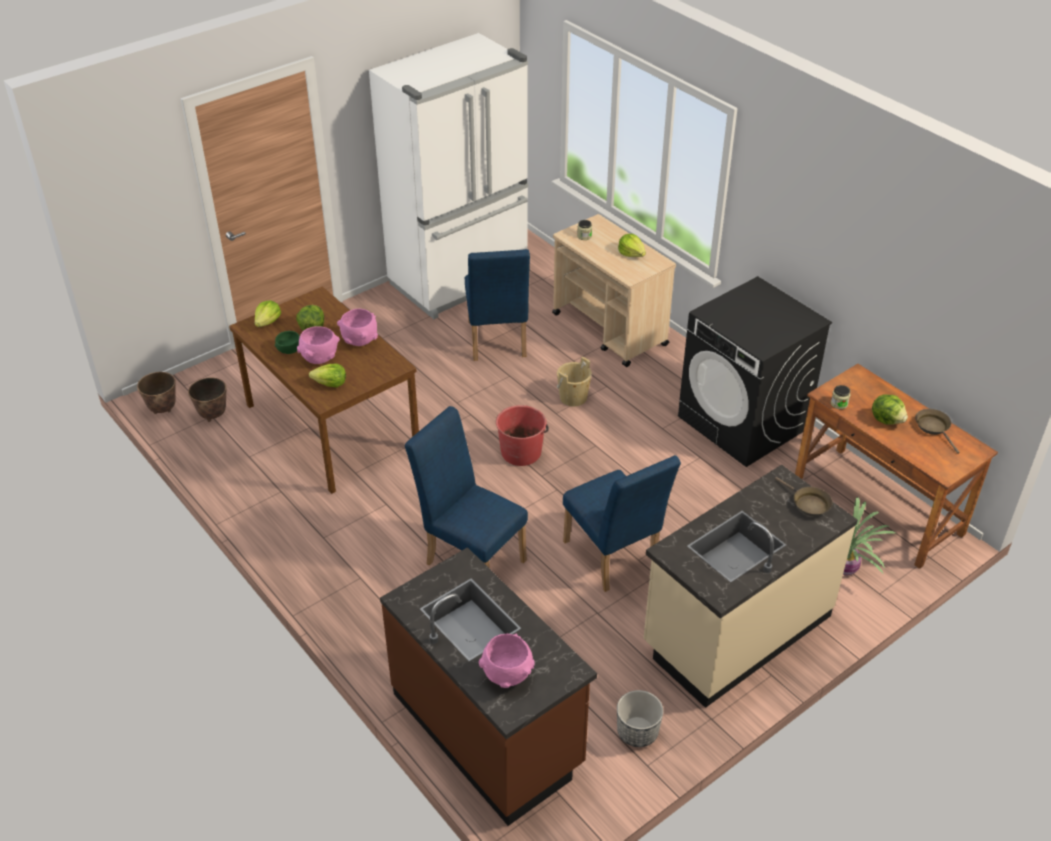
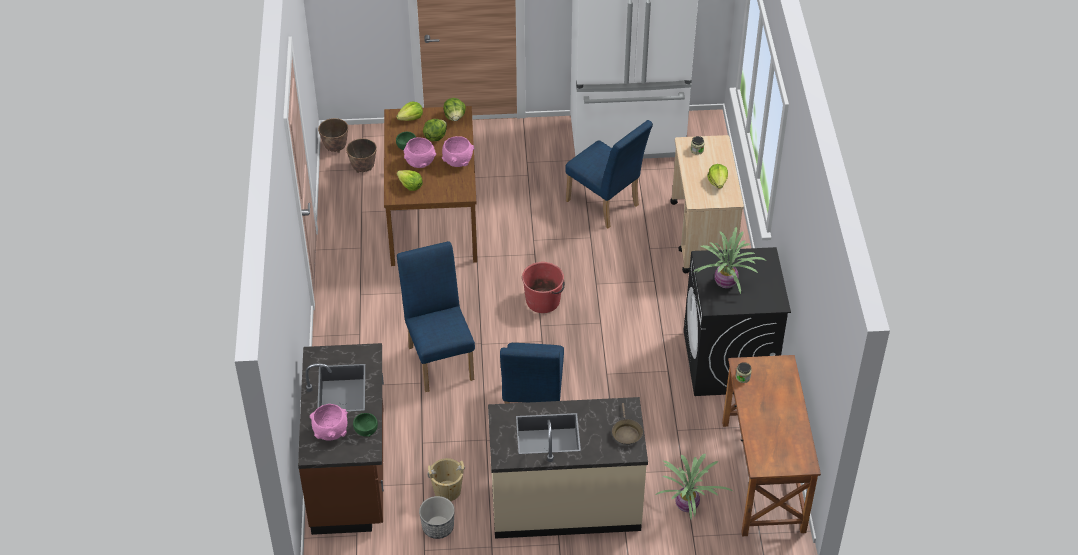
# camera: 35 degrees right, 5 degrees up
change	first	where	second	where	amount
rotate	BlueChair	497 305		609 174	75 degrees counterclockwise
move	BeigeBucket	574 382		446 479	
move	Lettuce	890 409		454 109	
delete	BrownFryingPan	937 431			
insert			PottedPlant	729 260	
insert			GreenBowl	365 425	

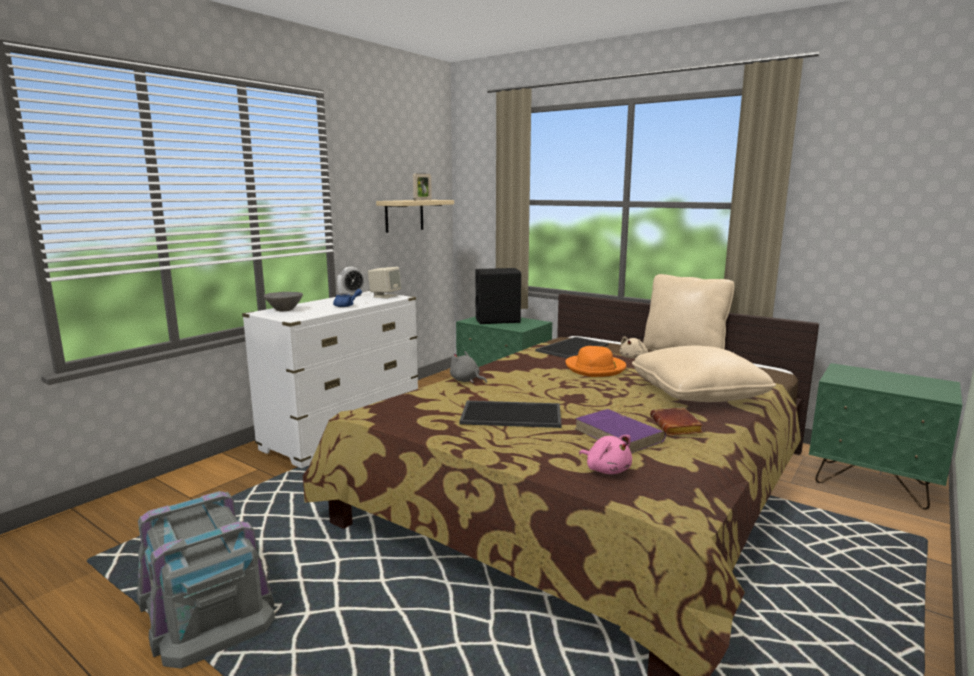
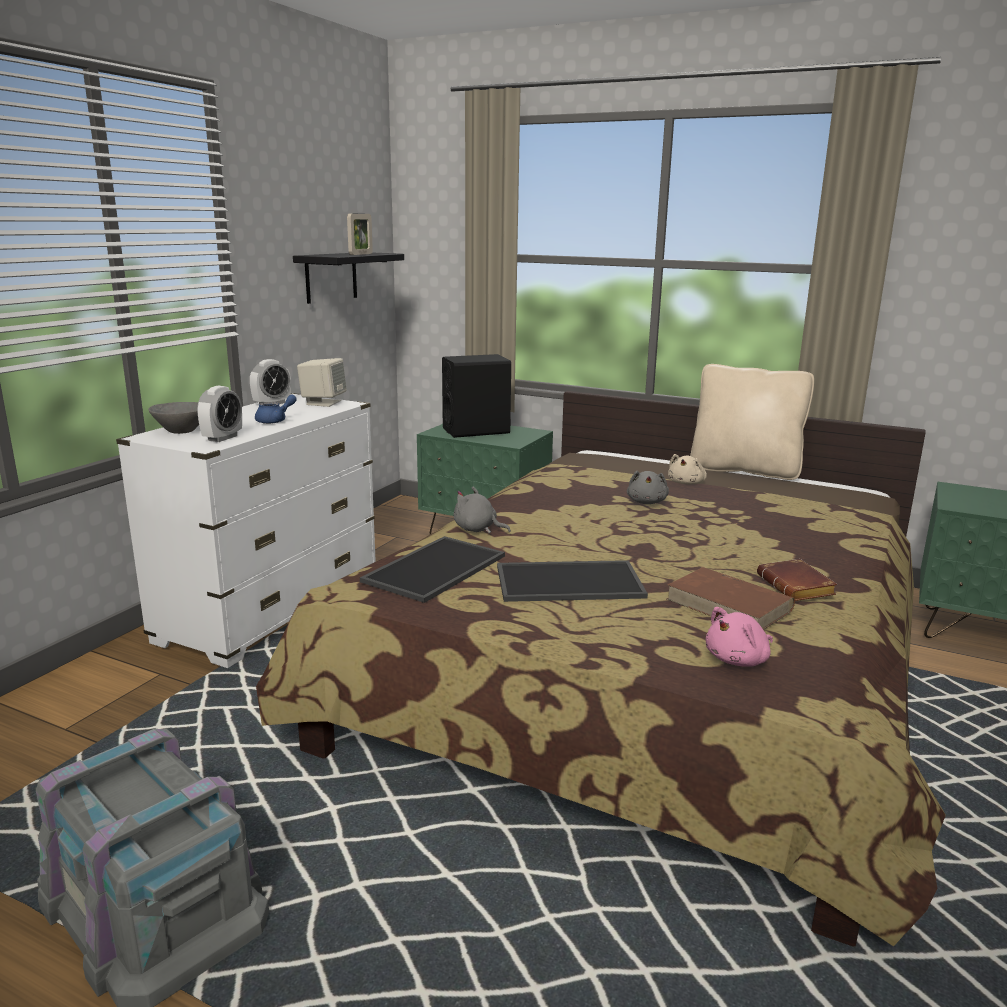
# camera: 10 degrees left, 5 degrees up
change	first	where	second	where	amount
recolor	BeigeShelf	415 216	BlackShelf	348 278	
move	Tray	572 348		432 569	
replace	OrangeHat	595 361	GreyPlushToy	648 487	
delete	BeigePillow	704 374			
recolor	PurpleBook	620 431	BrownBook	731 598	
rotate	PinkPlushToy	605 454		739 637	105 degrees clockwise
insert			AlarmClock	219 414	

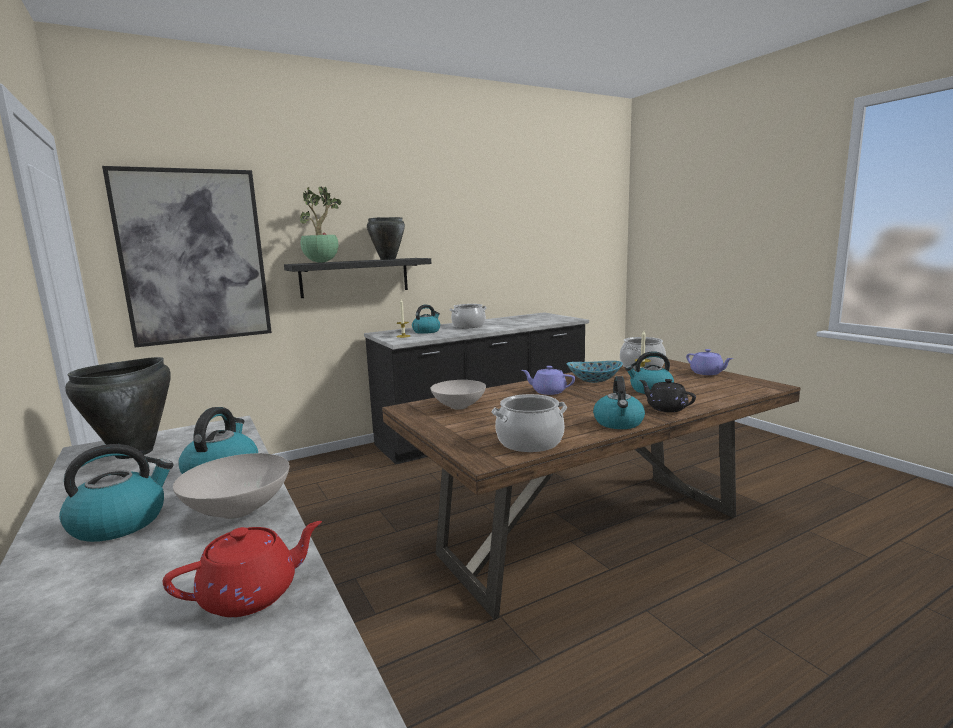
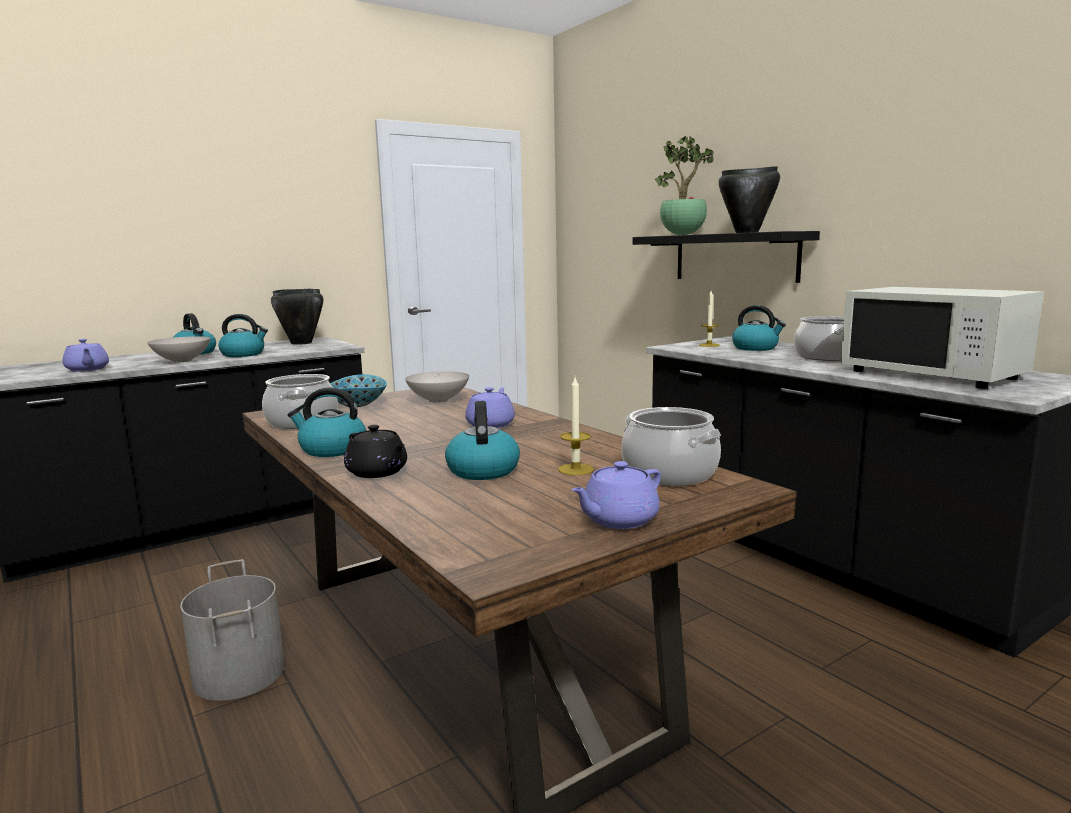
# camera: 85 degrees right, 0 degrees up
change	first	where	second	where	amount
delete	Picture	187 256			
move	Bowl	595 372		358 390	
rotate	BlackTeapot	668 395		375 451	90 degrees clockwise
recolor	RedTeapot	242 569	PurpleTeapot	86 355	
insert			WhiteMicrowave	942 338	
insert			GreyBucket	232 630	

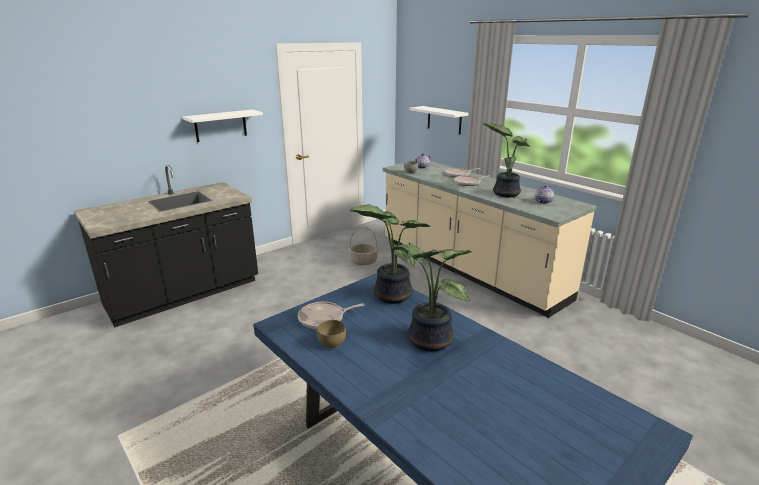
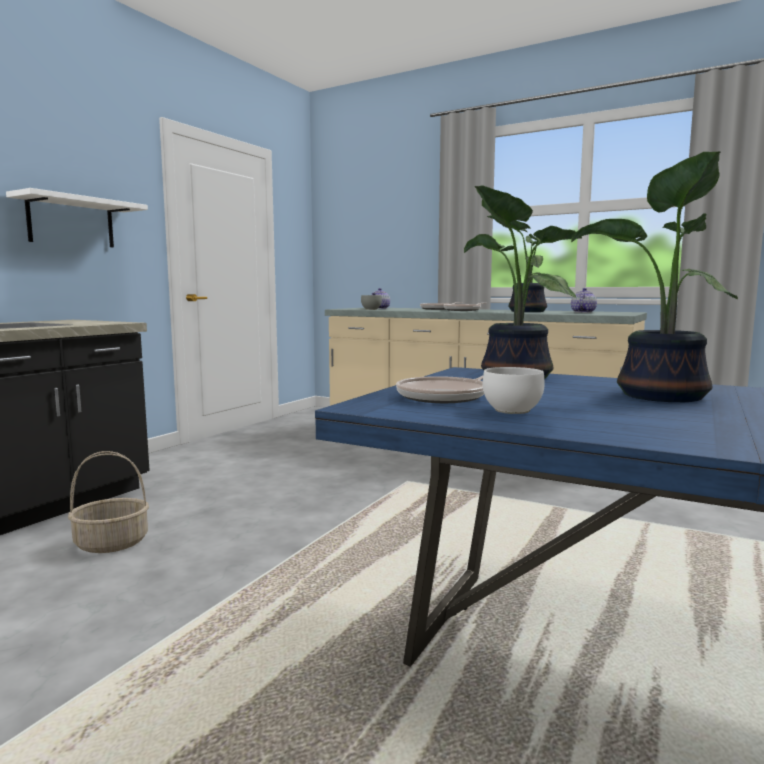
# camera: 20 degrees left, 15 degrees down
change	first	where	second	where	amount
delete	WhiteShelf	439 120			
move	Basket	363 246		108 502	
recolor	BrownBowl	331 334	WhiteBowl	514 390	

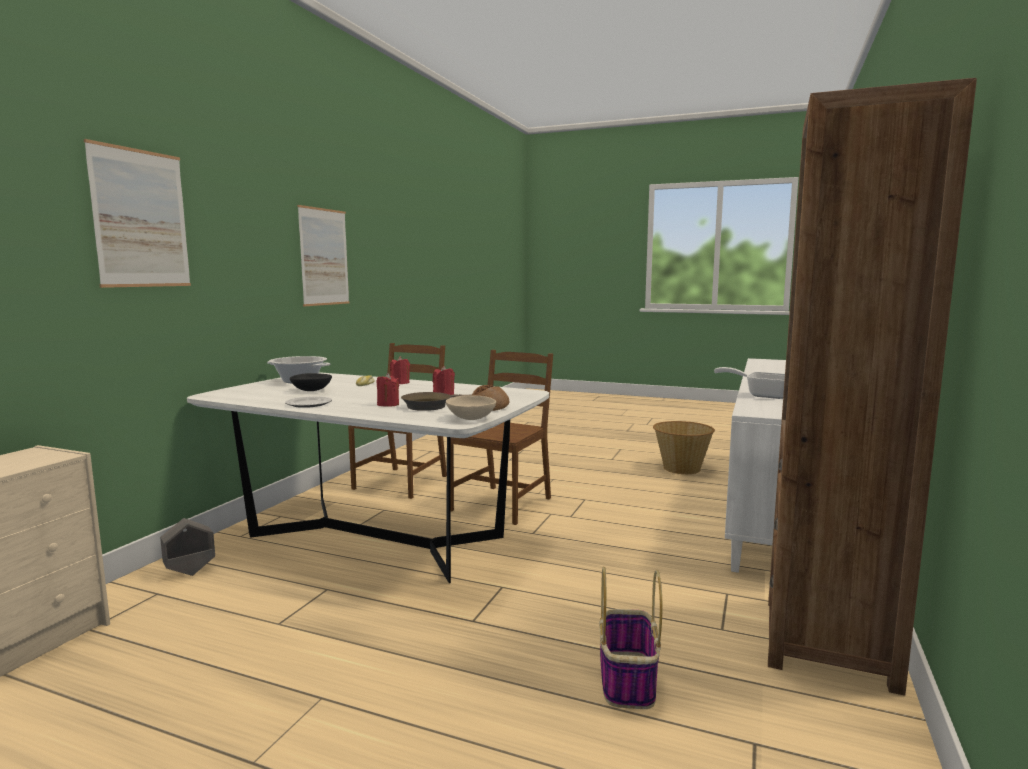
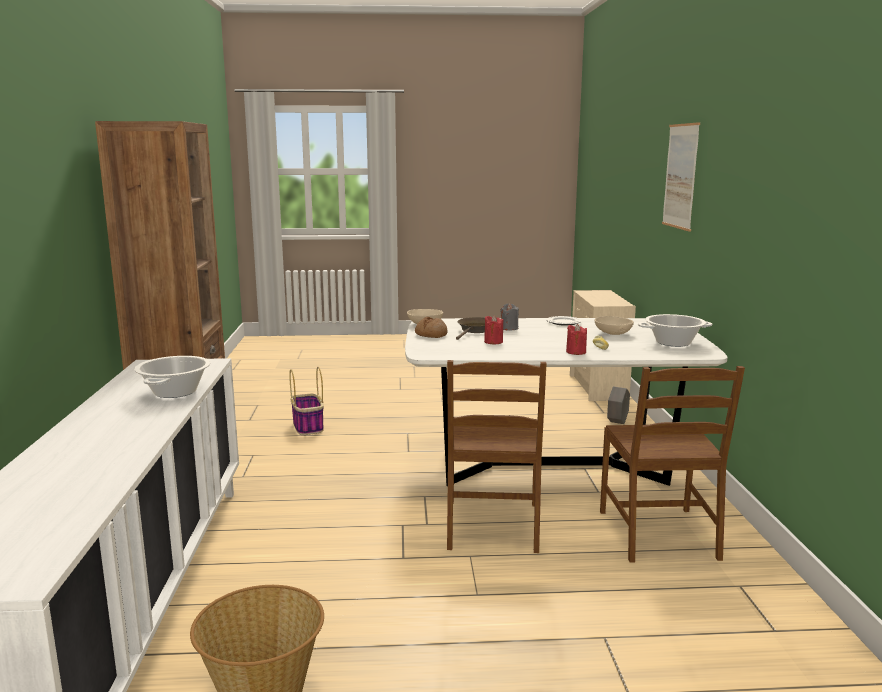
# camera: 155 degrees right, 5 degrees up
change	first	where	second	where	amount
delete	Picture	323 255			
replace	FryingPan	749 383	CookingPot	172 377	
recolor	BlackBowl	311 382	BeigeBowl	614 325	
recolor	RedCandle	387 390	GreyCandle	509 316	

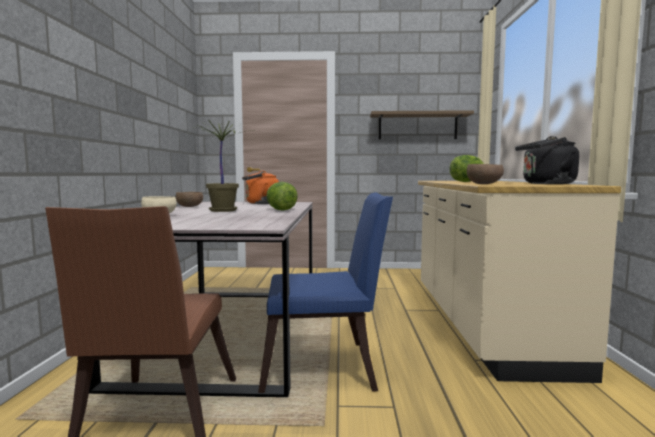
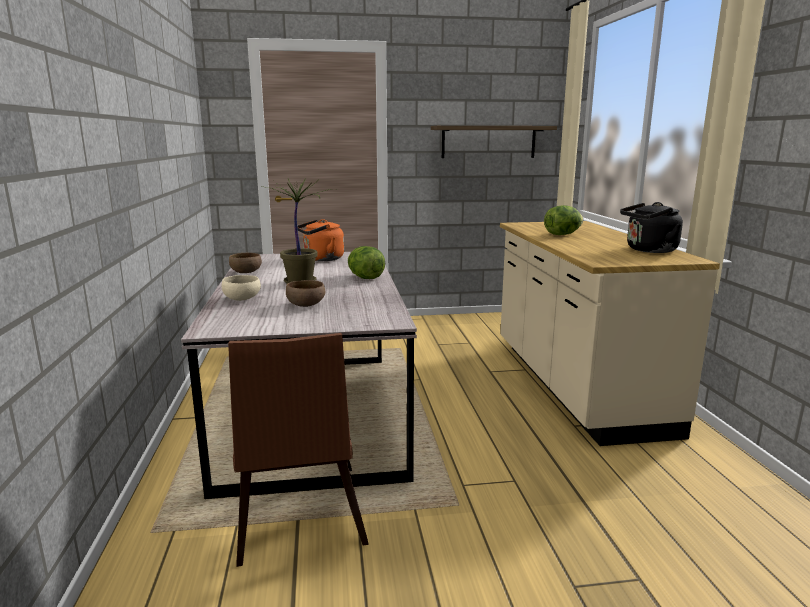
# camera: 10 degrees left, 10 degrees up
change	first	where	second	where	amount
move	BrownBowl	485 174		306 293	
delete	BlueChair	325 292			

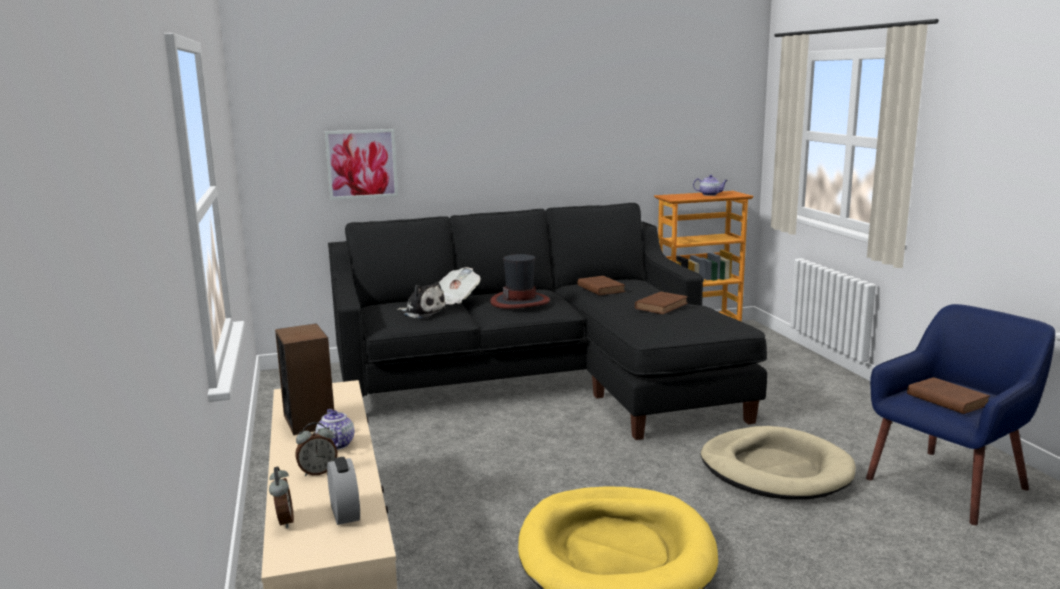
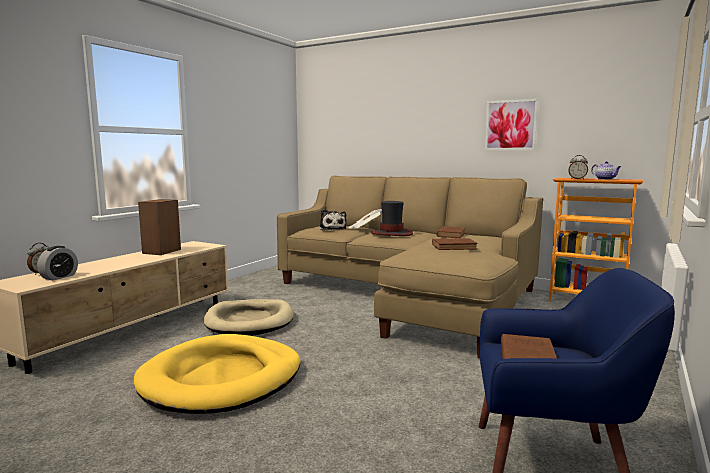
# camera: 45 degrees right, 5 degrees down
change	first	where	second	where	amount
move	Picture	361 164		511 124	
recolor	BlackSofa	547 321	BeigeSofa	410 267	
delete	Teapot	334 429			
move	AlarmClock	316 449		578 167	
move	BeigeDogBed	778 463		249 317	

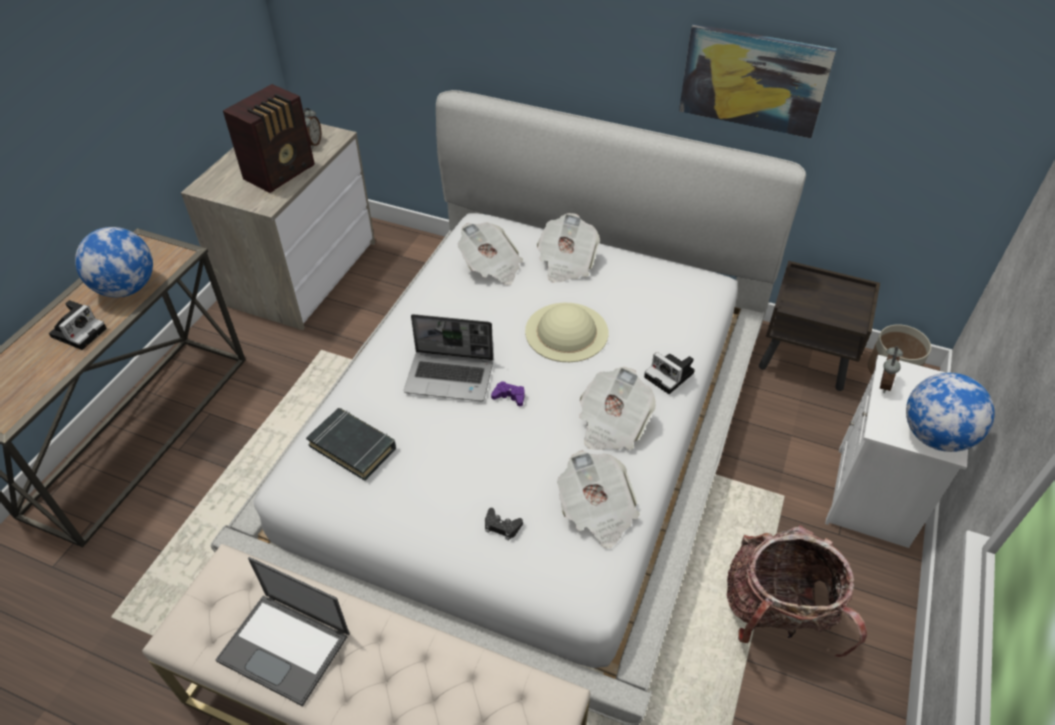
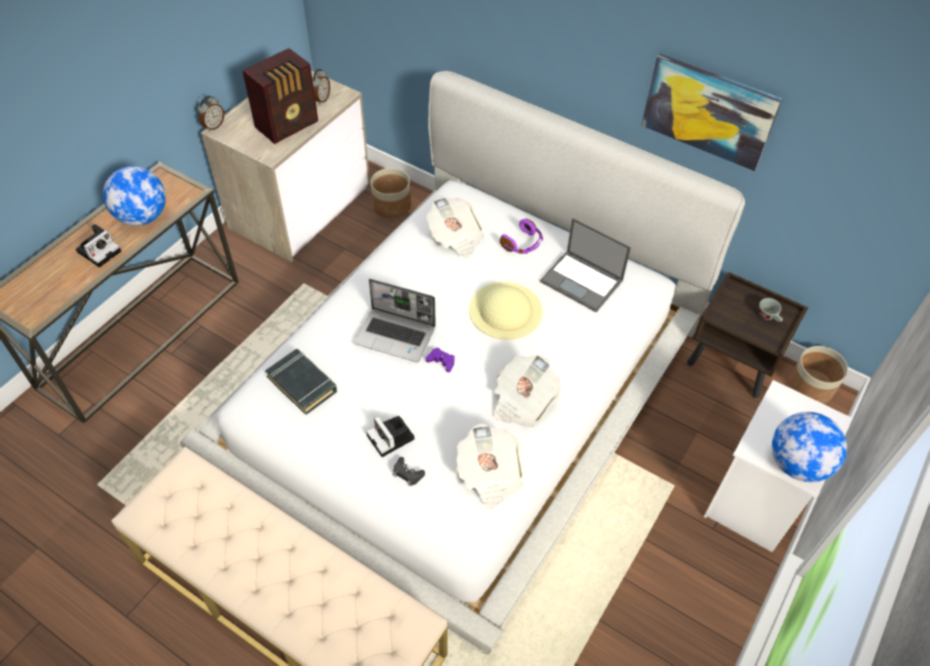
# camera: 10 degrees right, 5 degrees up
change	first	where	second	where	amount
replace	Newspaper	568 248	PurpleHeadphones	521 236	
move	AlarmClock	891 369		211 114	
move	PhotoCamera	669 373		390 436	
delete	Backpack	797 591			
move	Laptop	282 631		585 265	
insert			Planter	391 193	
insert			GreyCup	771 310	

